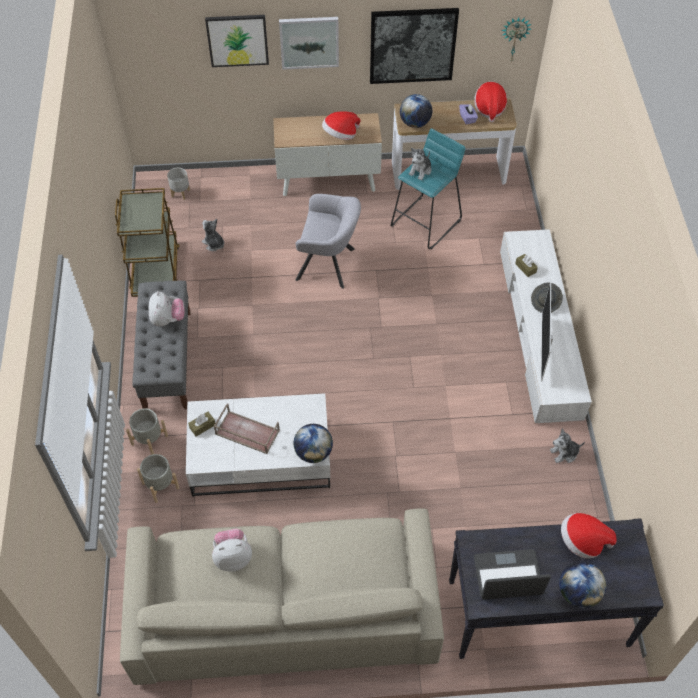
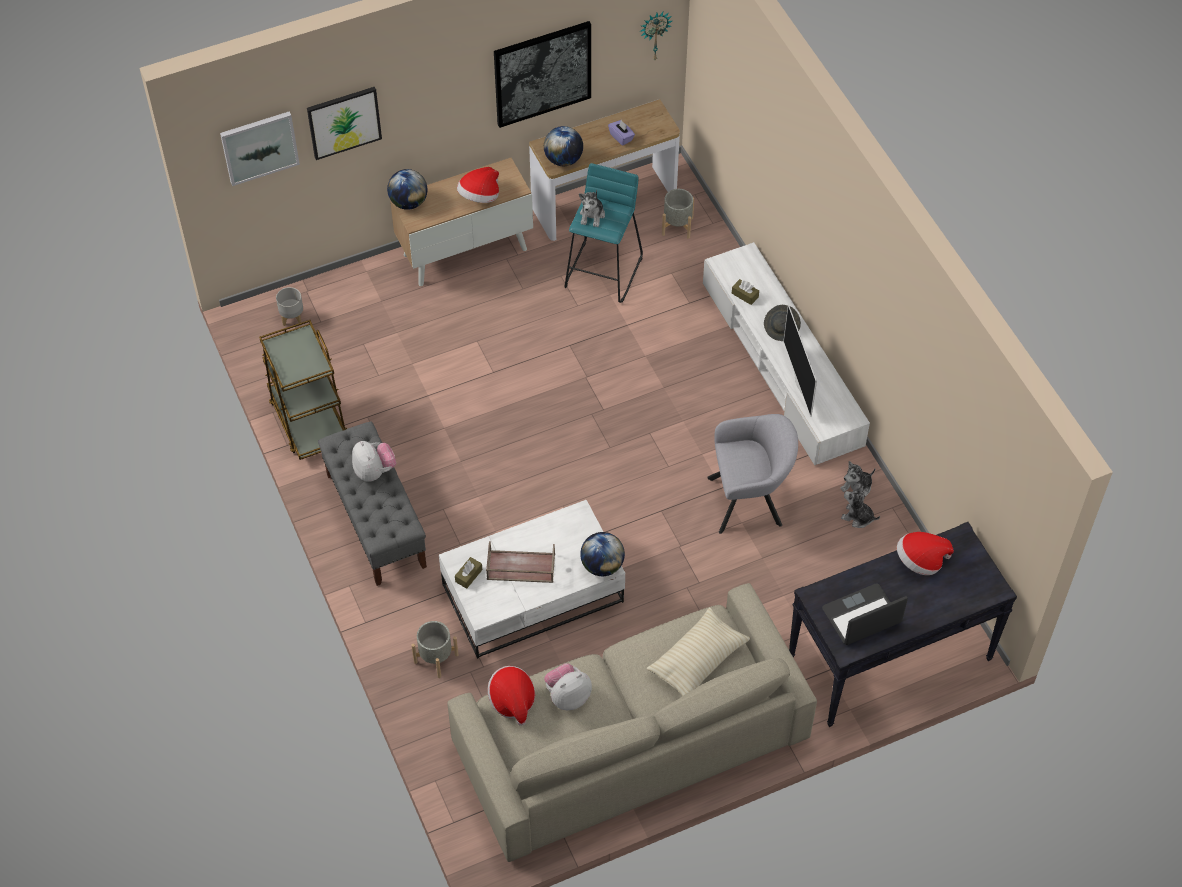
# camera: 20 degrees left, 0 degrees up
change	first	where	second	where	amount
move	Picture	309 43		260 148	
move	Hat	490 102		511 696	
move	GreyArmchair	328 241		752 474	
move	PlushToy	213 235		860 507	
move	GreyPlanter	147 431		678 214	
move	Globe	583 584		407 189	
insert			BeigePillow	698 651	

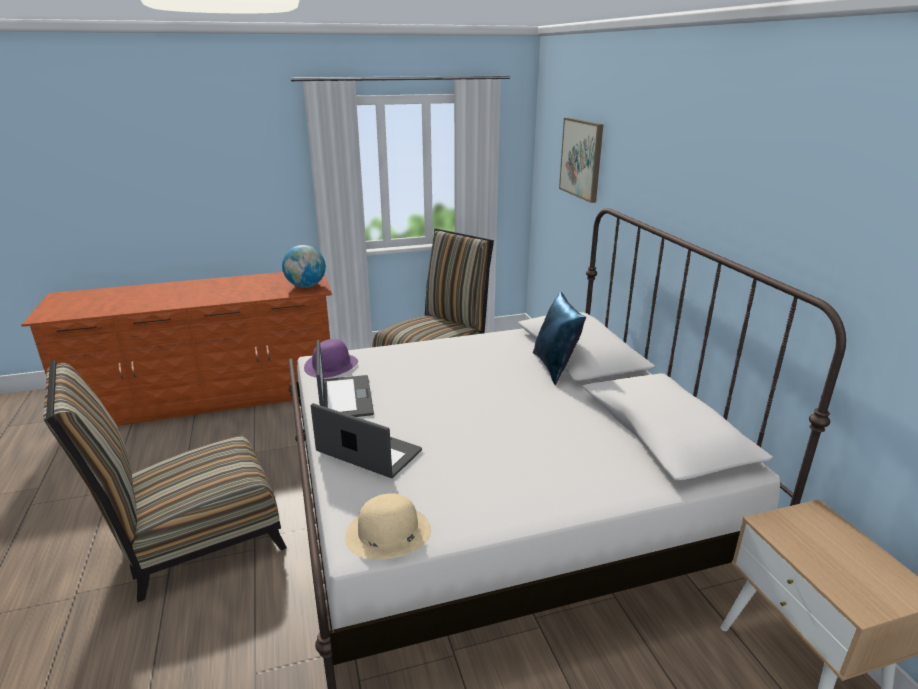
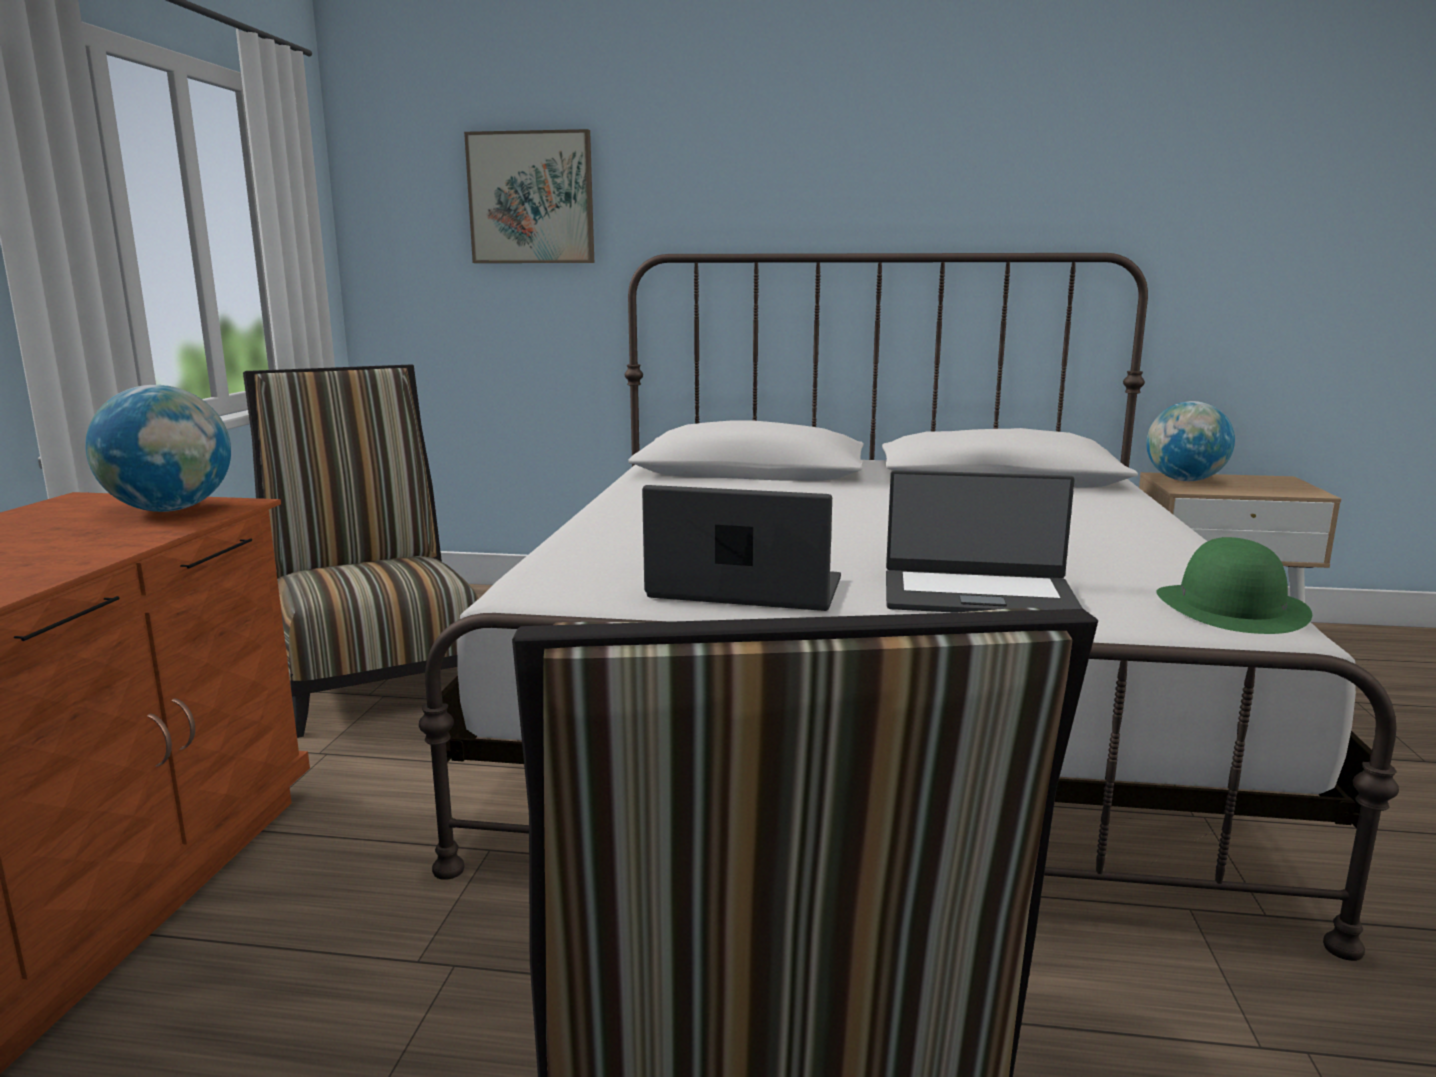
# camera: 65 degrees left, 10 degrees down
change	first	where	second	where	amount
delete	BluePillow	559 338			
delete	PurpleHat	331 358			
rotate	Laptop	366 440		984 541	135 degrees counterclockwise
recolor	BeigeHat	388 526	GreenHat	1234 585	
insert			Globe	1190 441	

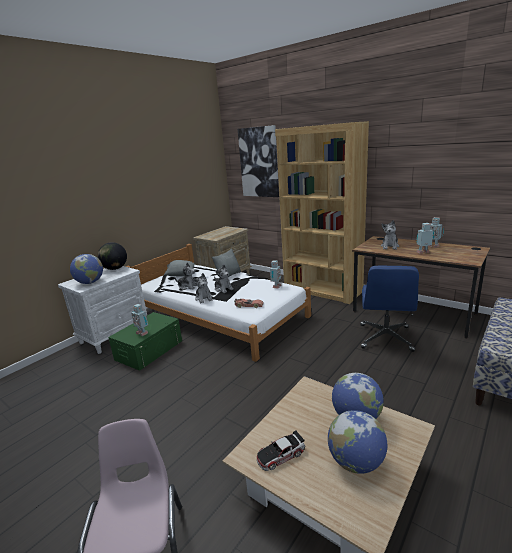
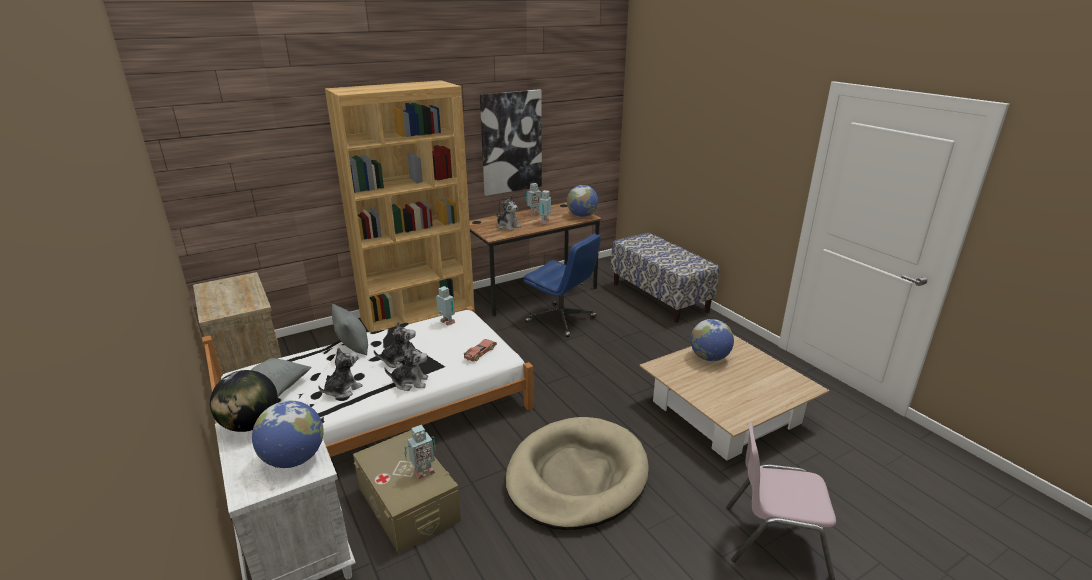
# camera: 70 degrees left, 5 degrees up
change	first	where	second	where	amount
move	Picture	258 161		511 142	
recolor	GreenStorageBox	145 341	BeigeStorageBox	407 492	
move	Globe	358 442		582 201	
delete	ToyCar	281 451			
insert			BeigeDogBed	577 473	

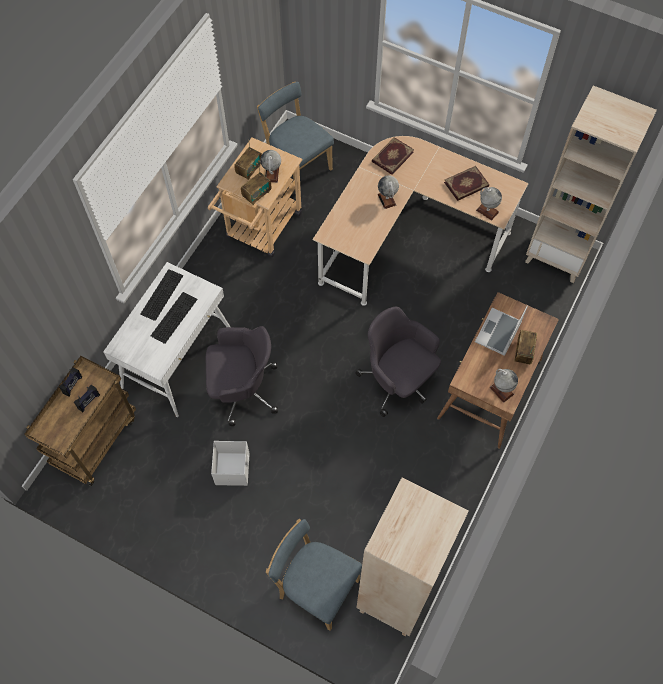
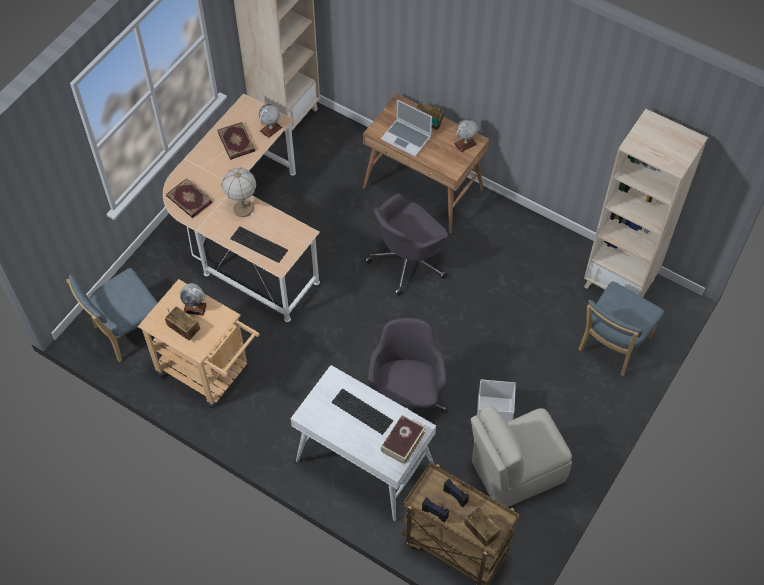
# camera: 85 degrees left, 5 degrees down
change	first	where	second	where	amount
move	Radio	256 187		482 527	
replace	Globe	388 192	TableLamp	239 192	
move	Keyboard	161 295		259 244	
insert			BeigeChair	521 456	
insert			Book	403 440	

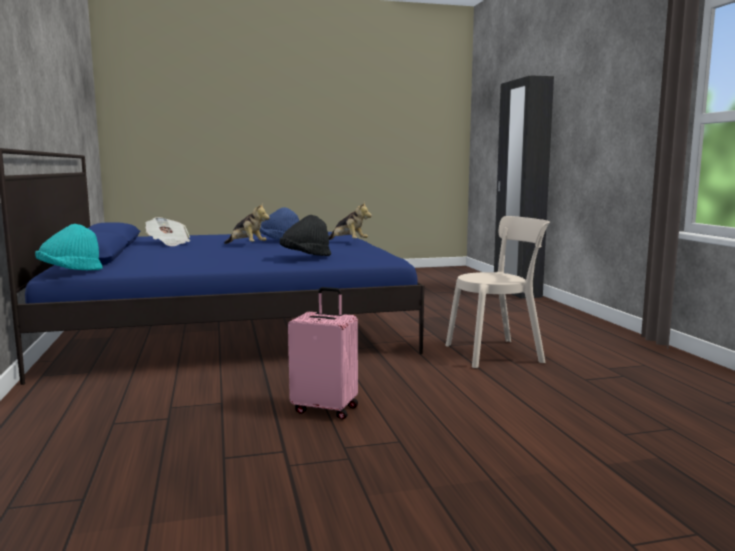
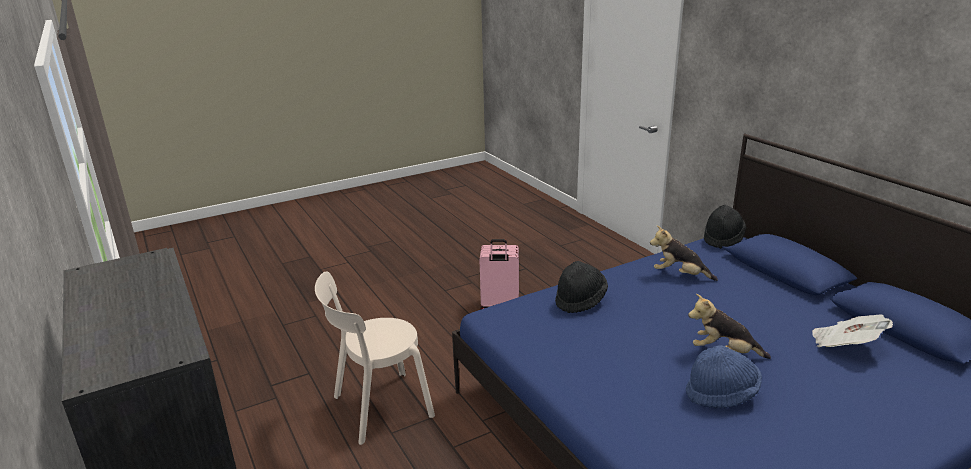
# camera: 165 degrees right, 15 degrees up
change	first	where	second	where	amount
move	PlushToy	350 220		684 253	
recolor	TurquoiseHat	69 247	BlackHat	725 227	

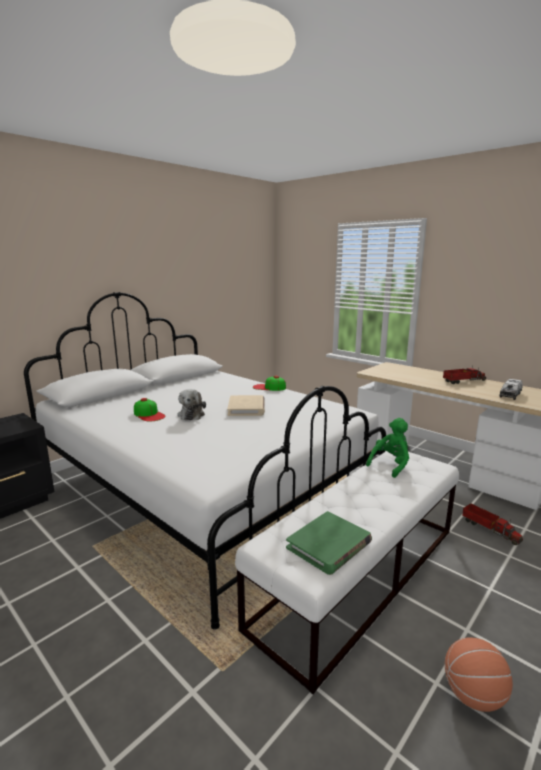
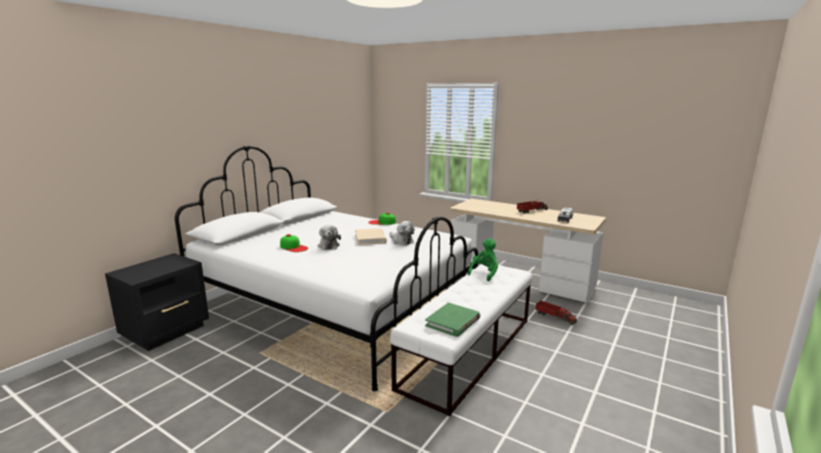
# camera: 10 degrees left, 0 degrees up
change	first	where	second	where	amount
delete	Basketball	479 674			
insert			PlushToy	402 233	

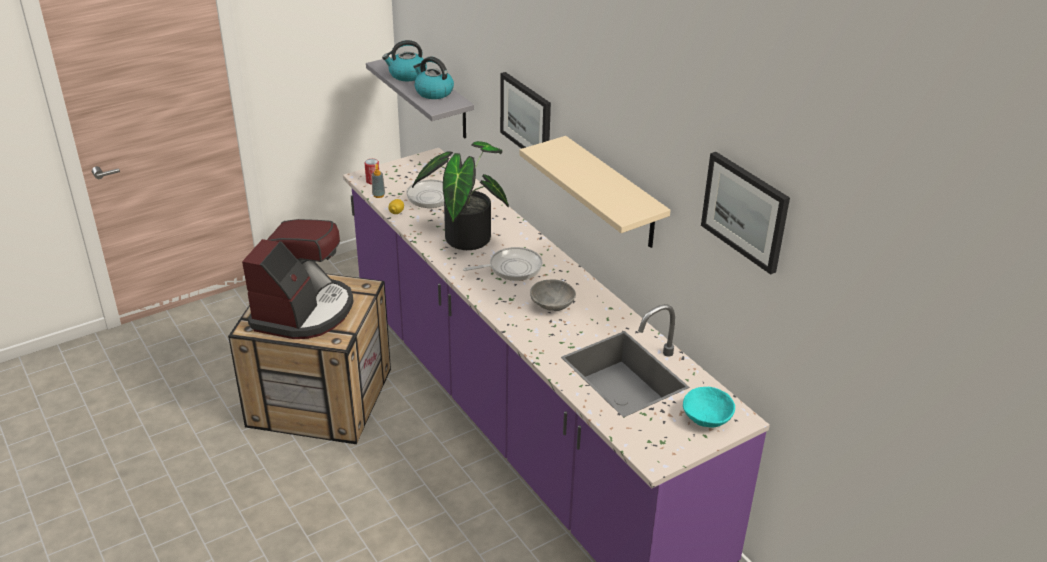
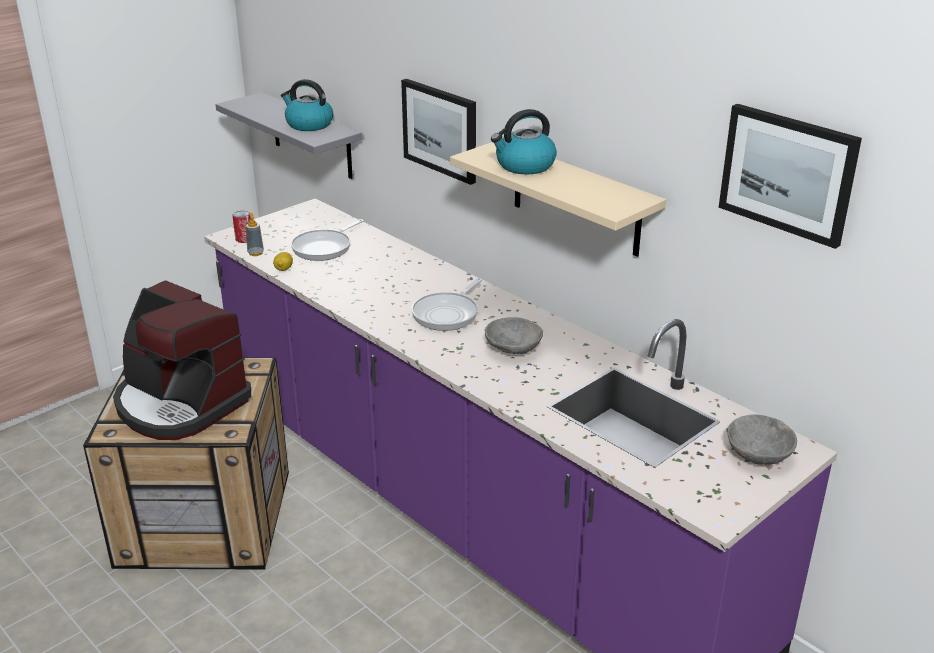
# camera: 10 degrees left, 5 degrees down
change	first	where	second	where	amount
move	Kettle	404 60		524 141	
delete	PottedPlant	460 195			
rotate	CoffeeMachine	297 279		182 360	120 degrees clockwise
rotate	FryingPan	503 264		446 304	150 degrees clockwise
recolor	TurquoiseBowl	709 407	GreyBowl	762 439	

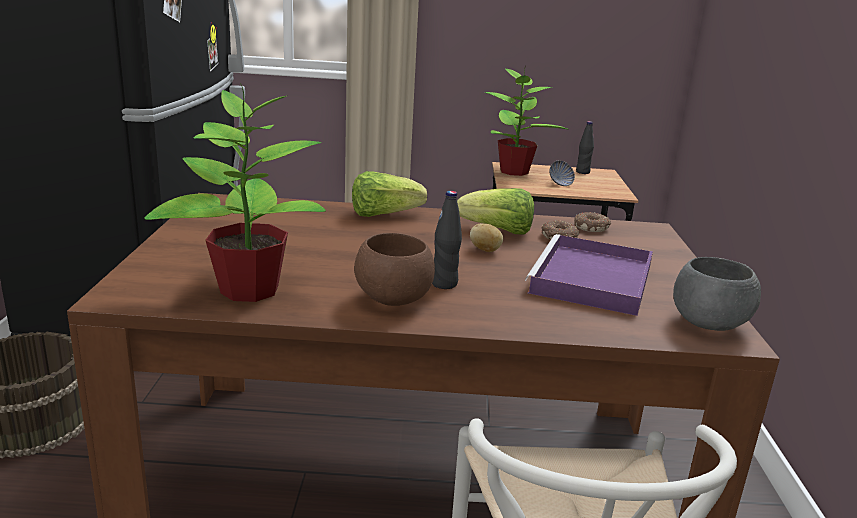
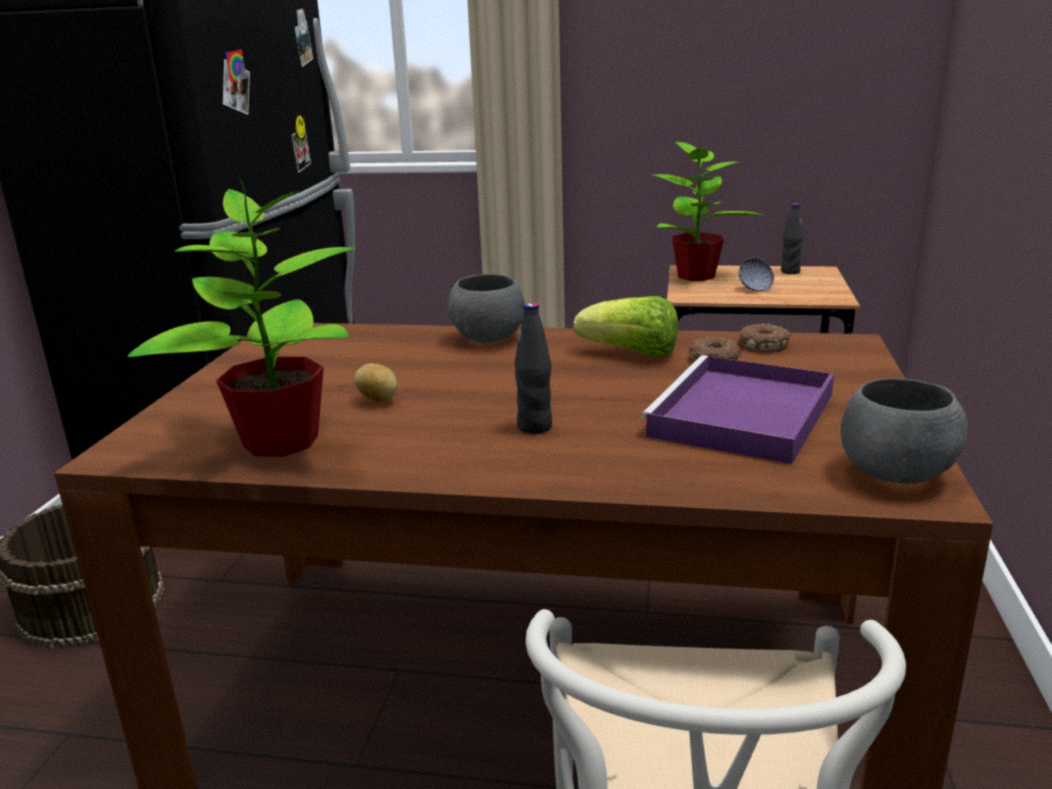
# camera: 10 degrees right, 0 degrees up
change	first	where	second	where	amount
replace	Lettuce	389 194	GreyBowl	486 308	
move	Potato	486 237		376 383	
delete	BrownBowl	394 269			

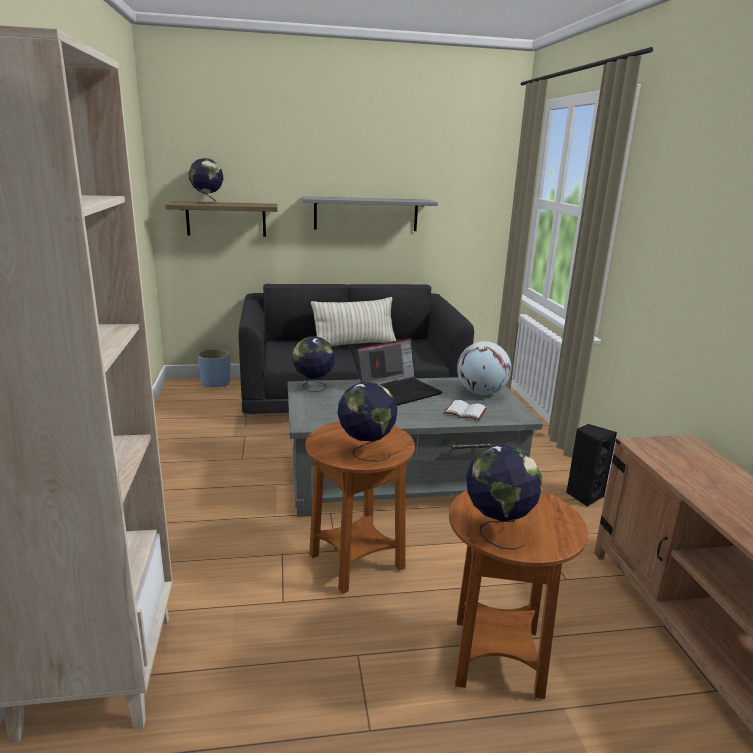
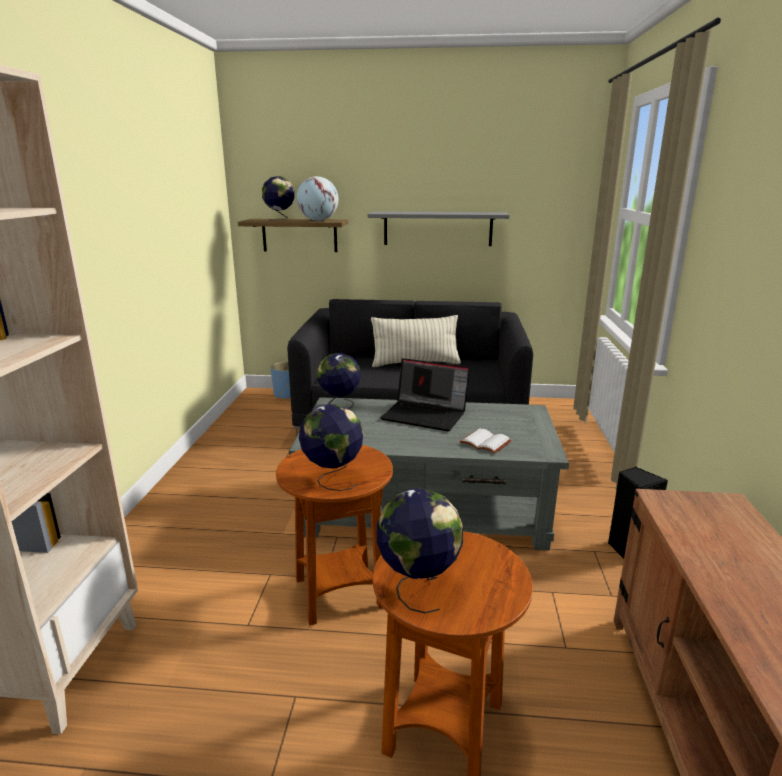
# camera: 15 degrees right, 0 degrees up
change	first	where	second	where	amount
rotate	Laptop	399 371		425 394	45 degrees clockwise
move	Globe	484 368		317 198	

